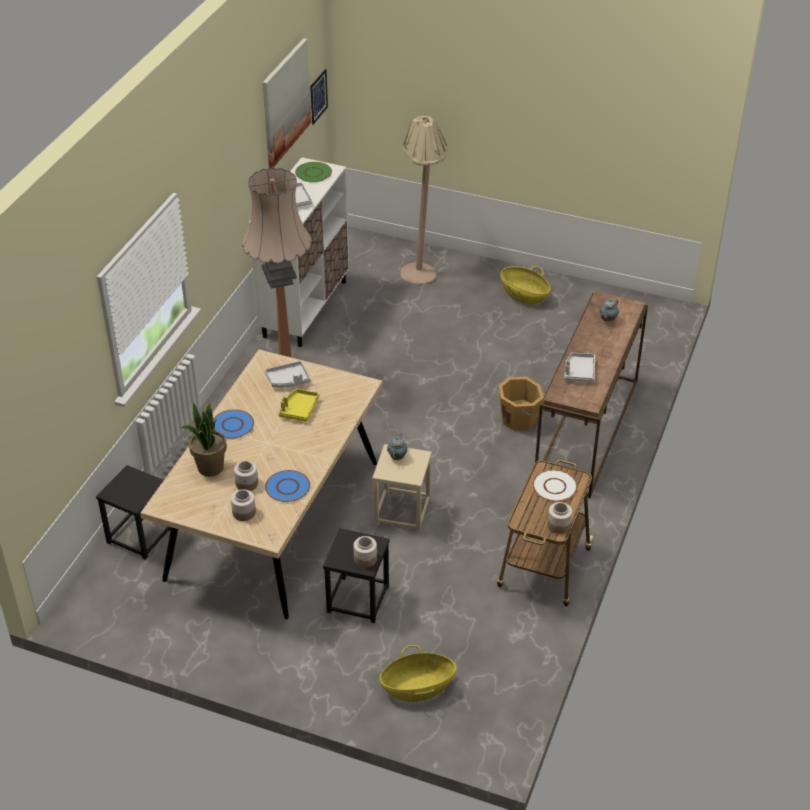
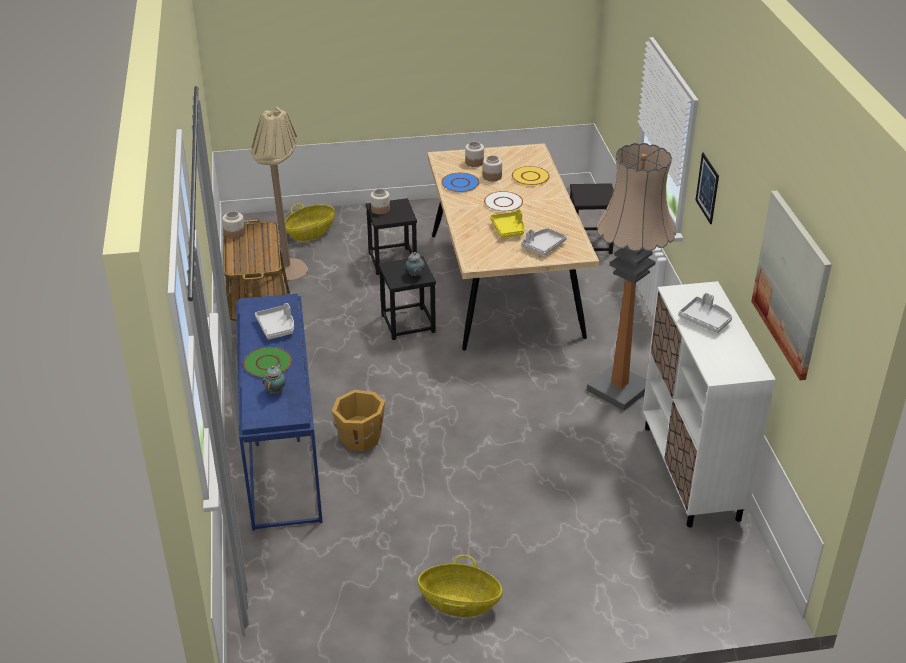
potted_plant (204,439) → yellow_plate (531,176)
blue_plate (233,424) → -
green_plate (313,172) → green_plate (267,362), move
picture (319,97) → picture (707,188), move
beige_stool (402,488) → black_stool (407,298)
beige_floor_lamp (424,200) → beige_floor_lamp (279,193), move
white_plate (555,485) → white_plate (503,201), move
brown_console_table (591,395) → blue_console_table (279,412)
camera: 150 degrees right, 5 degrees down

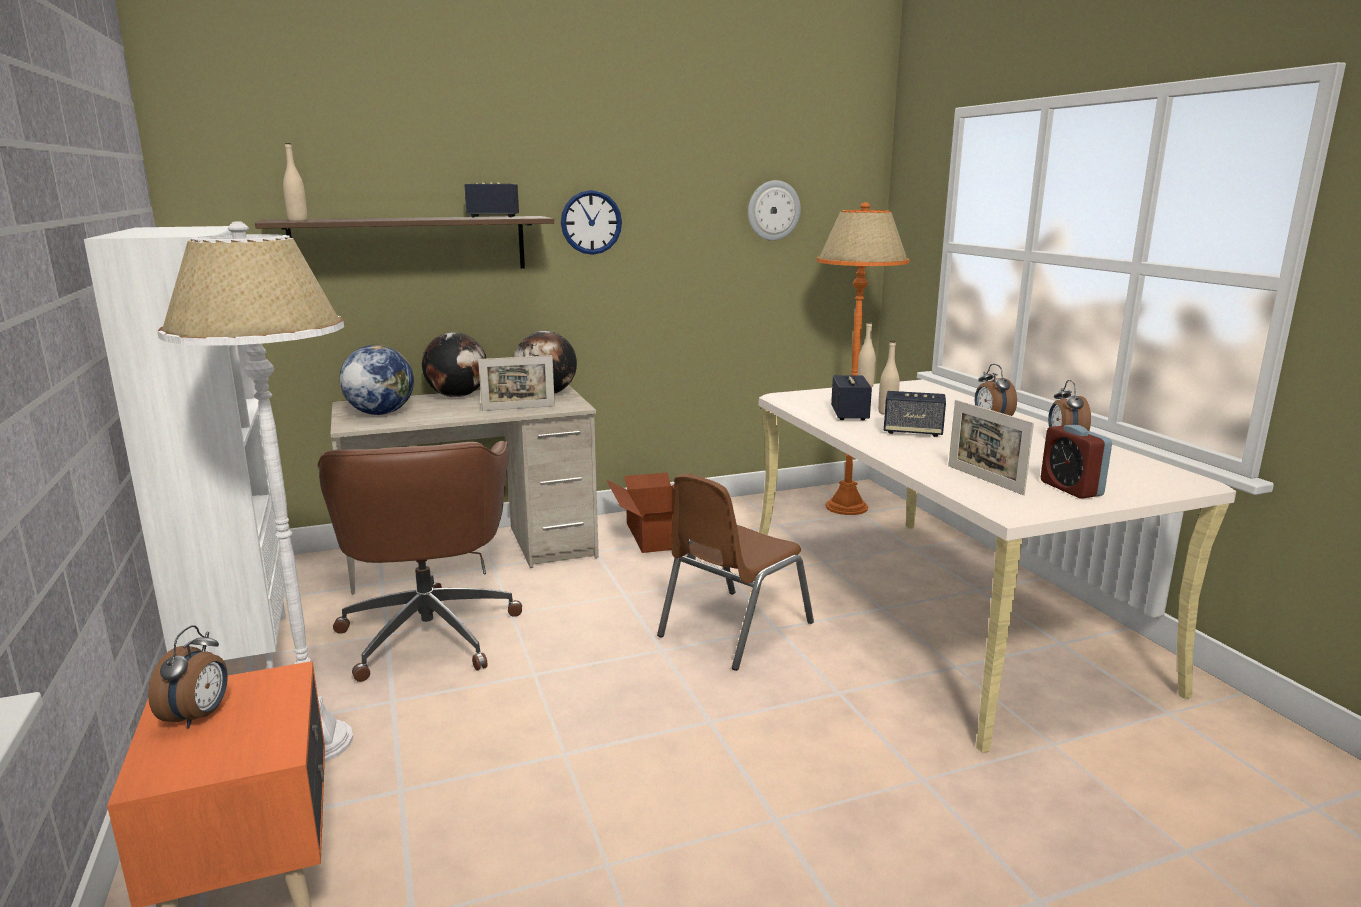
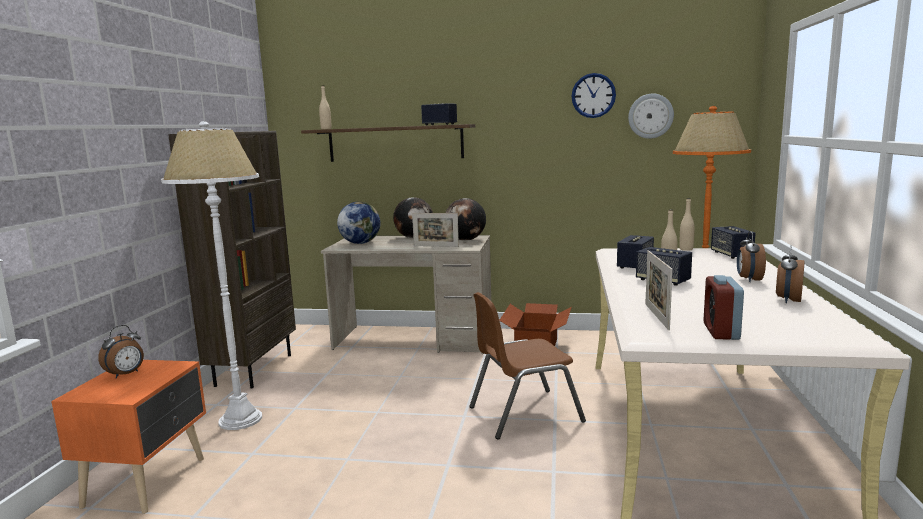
white_bookcase (185,447) → brown_bookcase (232,260)
brown_office_chair (420,561) → -
wall_clock (591,222) → wall_clock (593,95), move
- → speaker (733,242)
camera: 30 degrees right, 5 degrees down

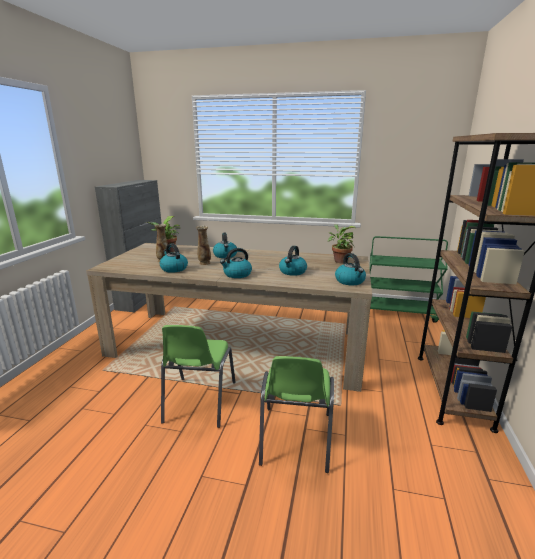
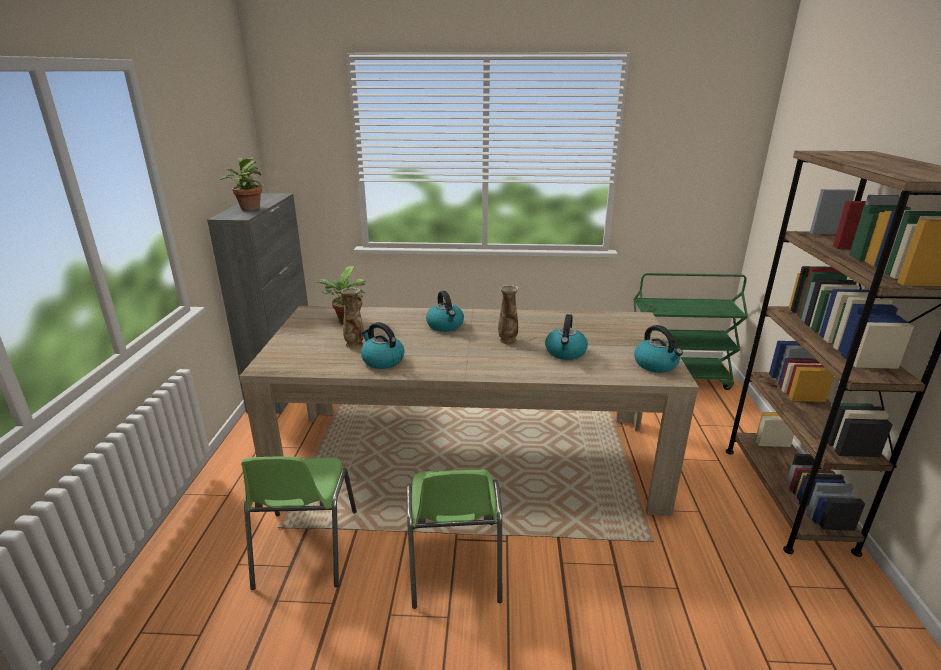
vase (203,245) → vase (508,314), move
kettle (236,263) → -
green_chair (296,414) → green_chair (299,523), move
potted_plant (342,243) → potted_plant (240,184), move
camera: 10 degrees left, 5 degrees up

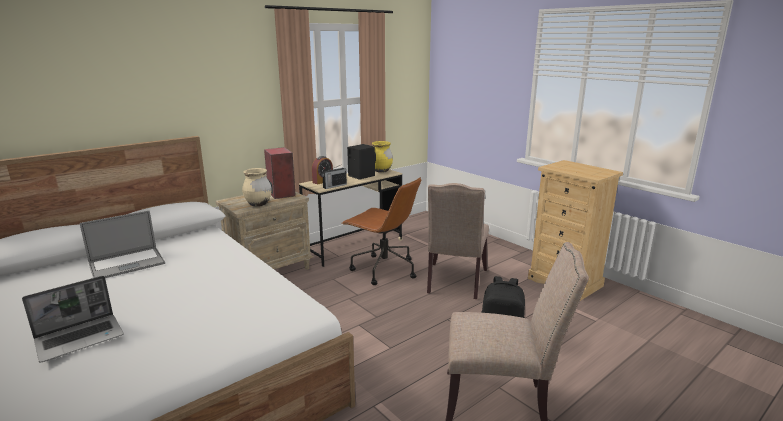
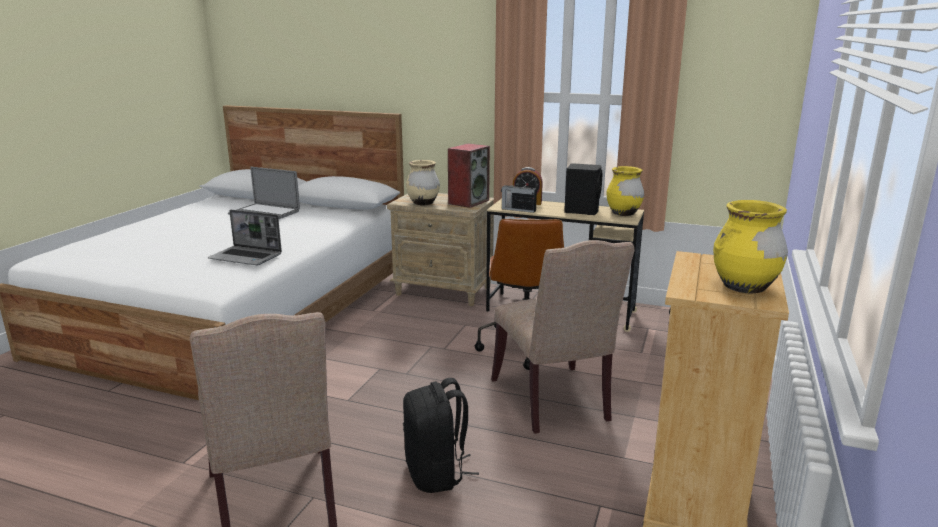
laptop (73,319) → laptop (245,237), move
beige_chair (458,241) → beige_chair (563,337), 90 degrees counterclockwise
- → yellow_vase (750,246)
camera: 60 degrees right, 0 degrees up

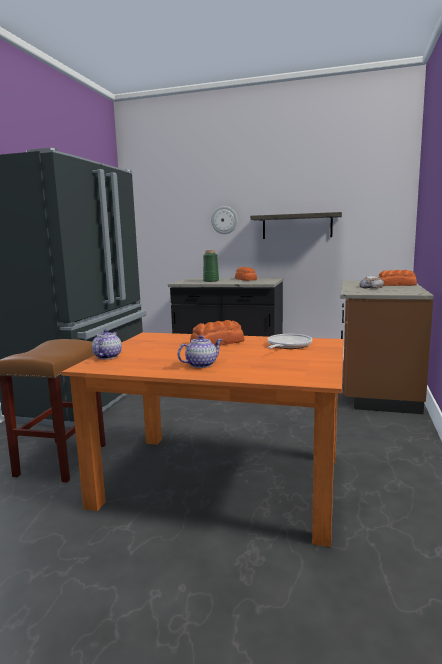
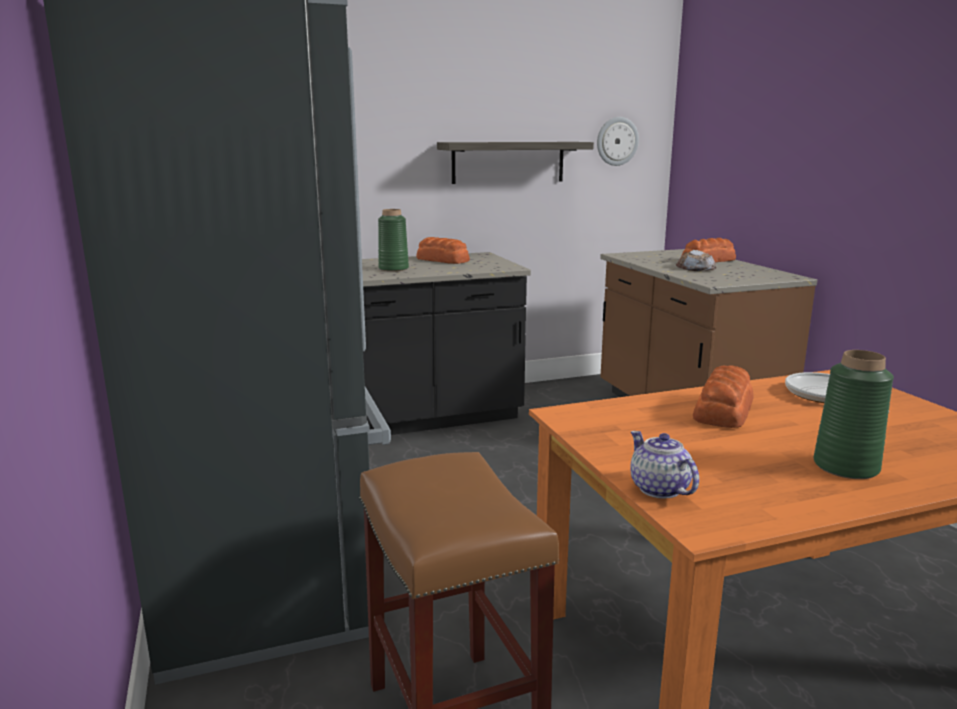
teapot (199,351) → green_vase (853,414)
wall_clock (224,220) → wall_clock (618,141), move
camera: 35 degrees left, 5 degrees up

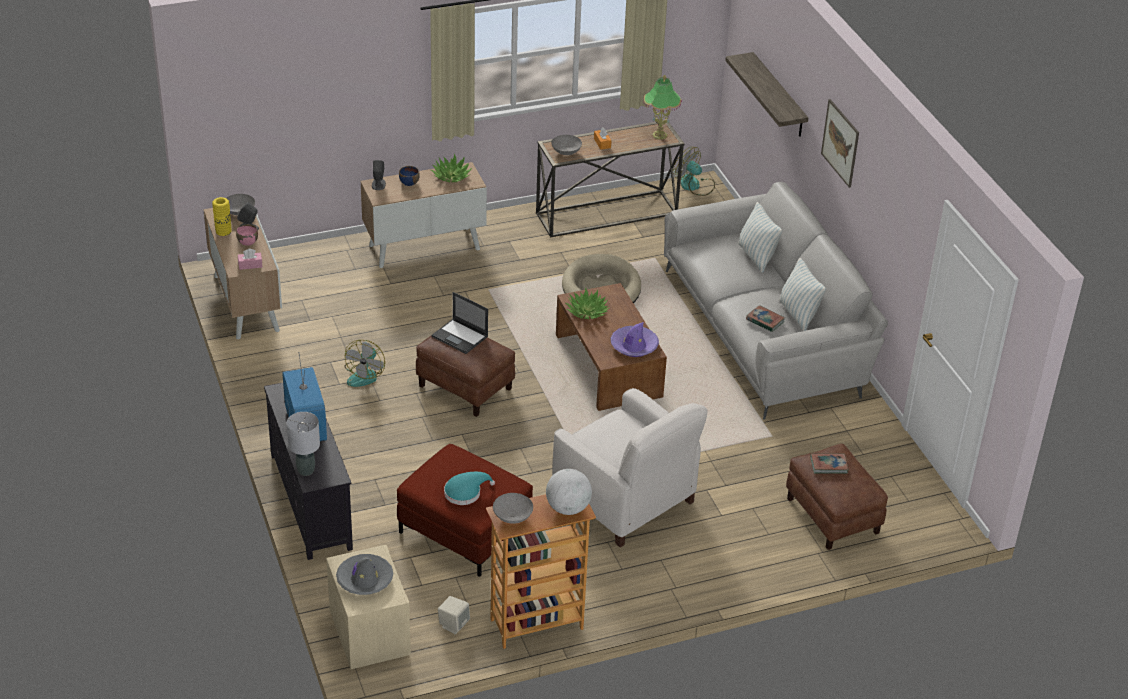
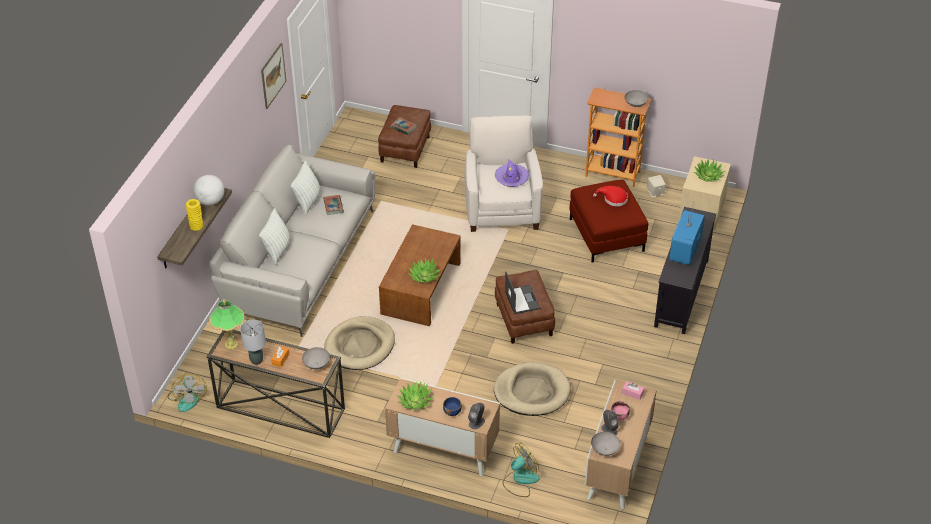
yellow_vase (222,216) → yellow_vase (194,214), move
grey_table_lamp (303,444) → grey_table_lamp (253,342), move
grey_hat (364,574) → potted_plant (709,170)
fan (364,363) → fan (521,470), move
turquoise_hat (469,488) → red_hat (610,196)
globe (569,492) → globe (209,190), move
purple_hat (635,339) → purple_hat (512,173), move
picture (840,143) → picture (273,76), move
- → beige_dog_bed (532,389)
camera: 140 degrees left, 5 degrees up

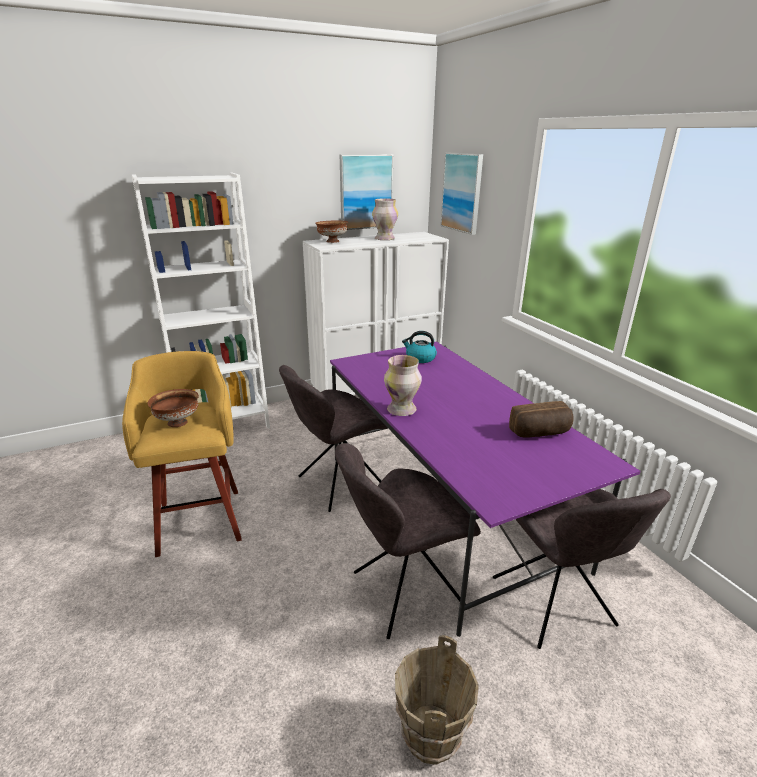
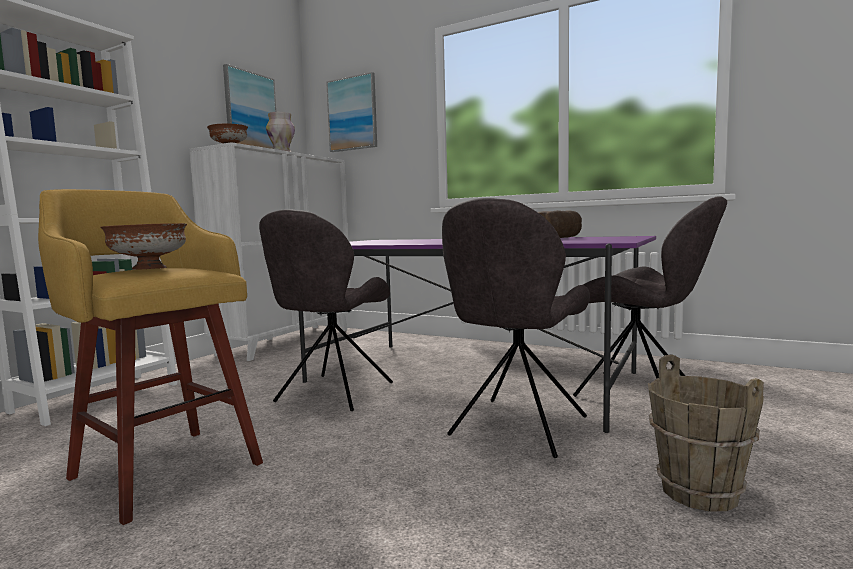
vase (403,385) → -
kettle (419,347) → -
camera: 35 degrees left, 20 degrees down

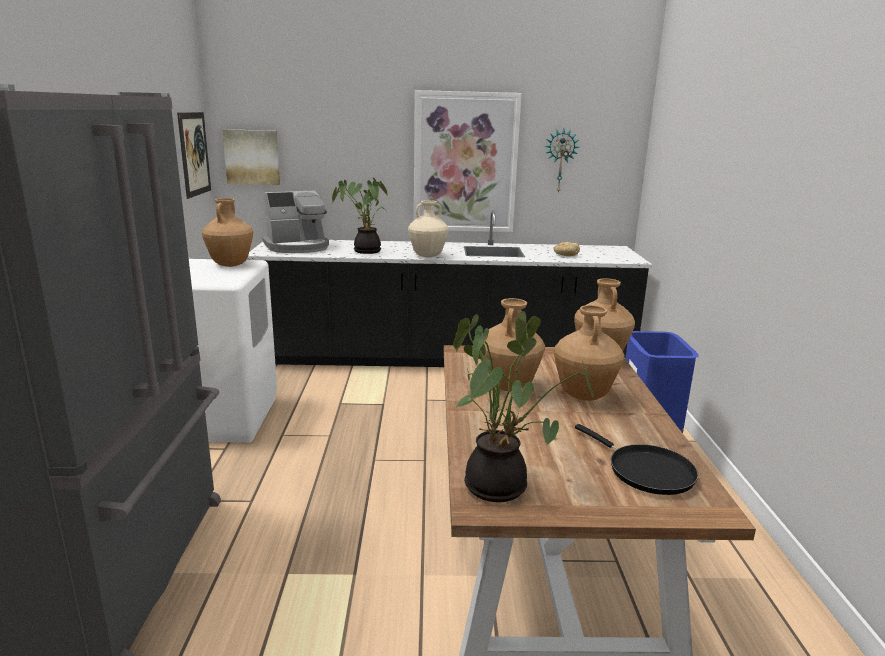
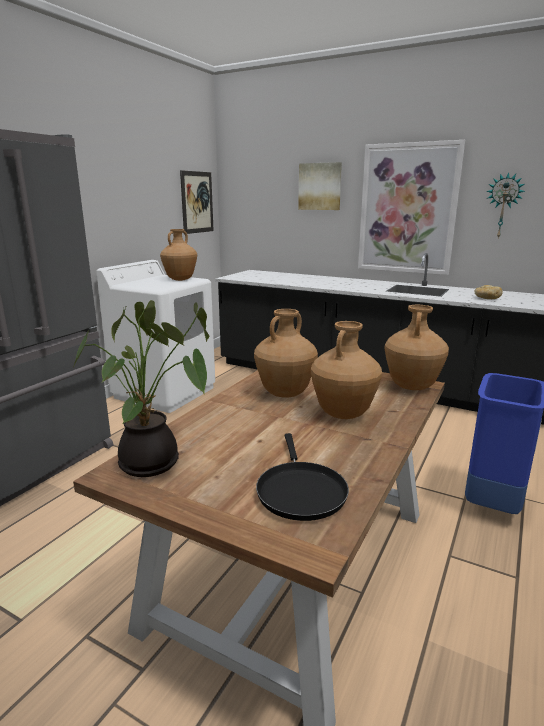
picture (251,157) → picture (320,186), move
coffee_machine (295,222) → -
potted_plant (360,215) → -
beige_vase (428,228) → -
camera: 30 degrees right, 0 degrees up

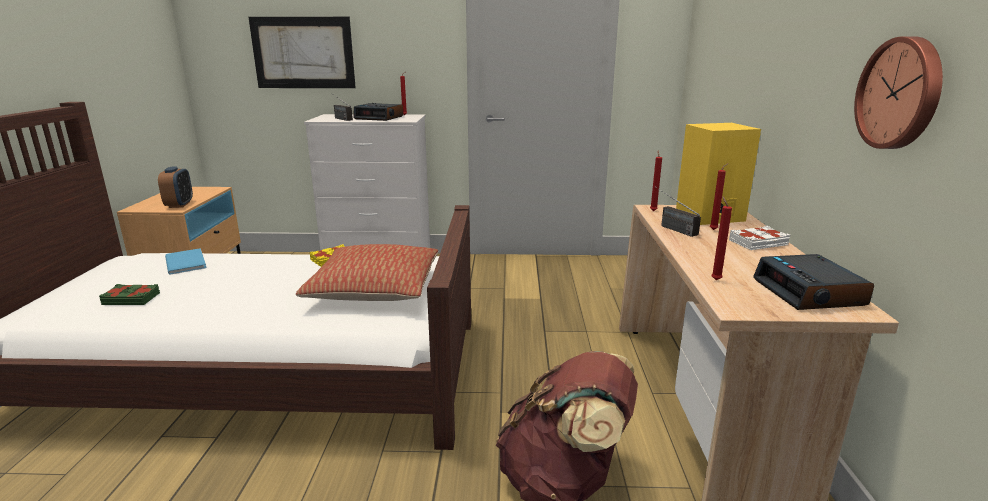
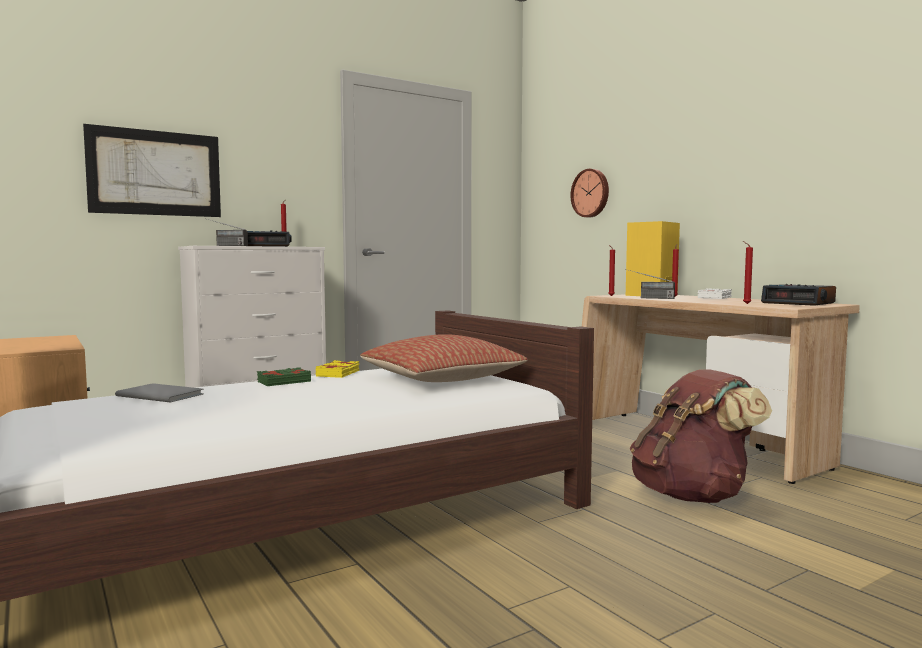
green_book (129,294) → green_book (284,376), move
alarm_clock (175,187) → -
blue_book (186,261) → grey_book (159,393)
wall_clock (898,92) → wall_clock (589,193), move
camera: 35 degrees left, 15 degrees down

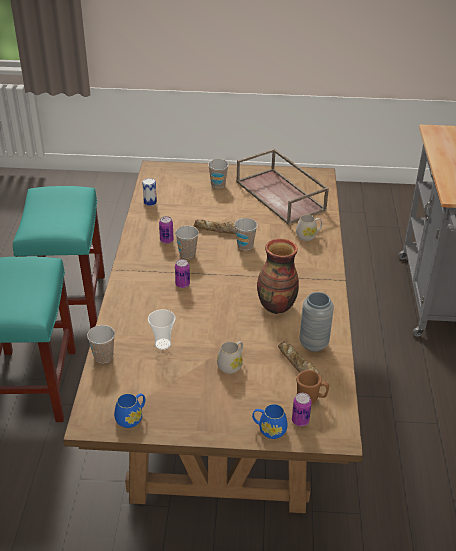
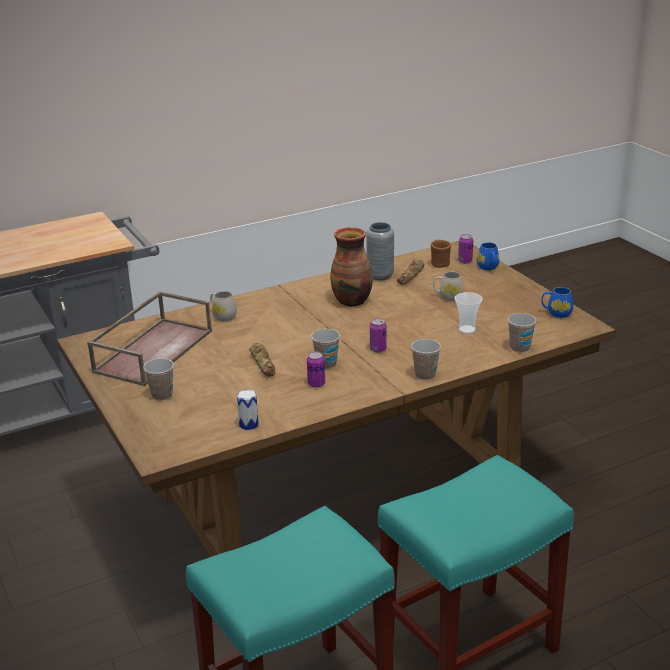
cup (246,234) → cup (426,359), move
camera: 120 degrees left, 10 degrees down

